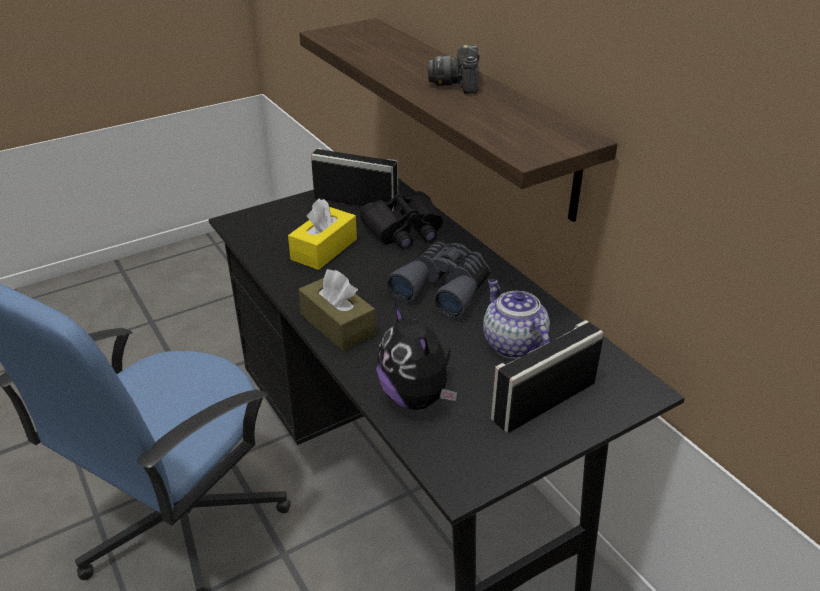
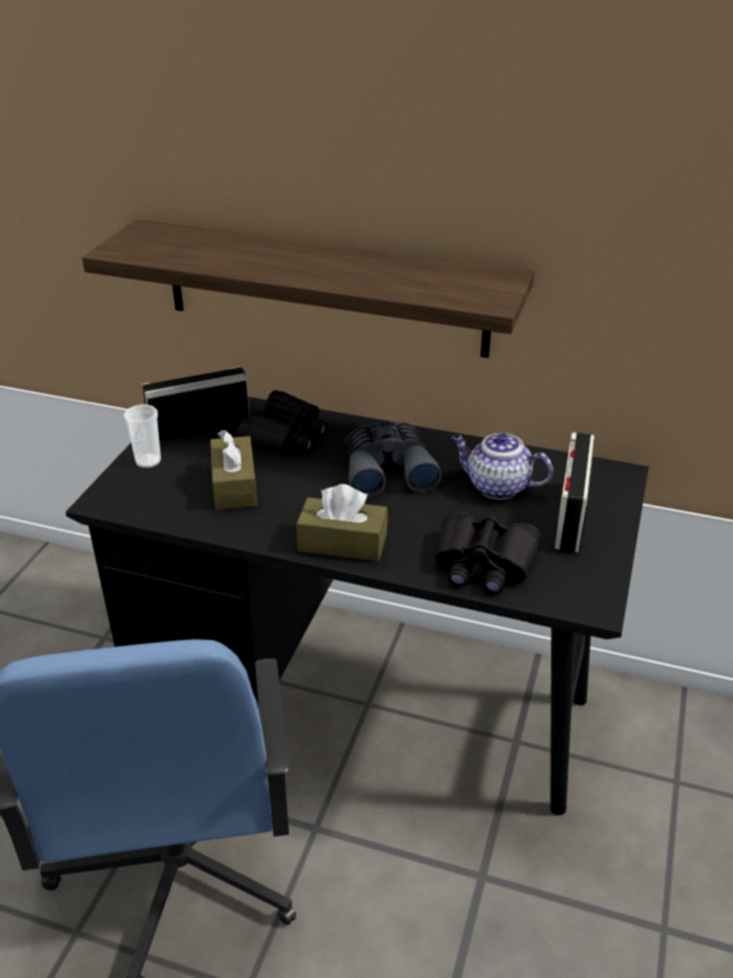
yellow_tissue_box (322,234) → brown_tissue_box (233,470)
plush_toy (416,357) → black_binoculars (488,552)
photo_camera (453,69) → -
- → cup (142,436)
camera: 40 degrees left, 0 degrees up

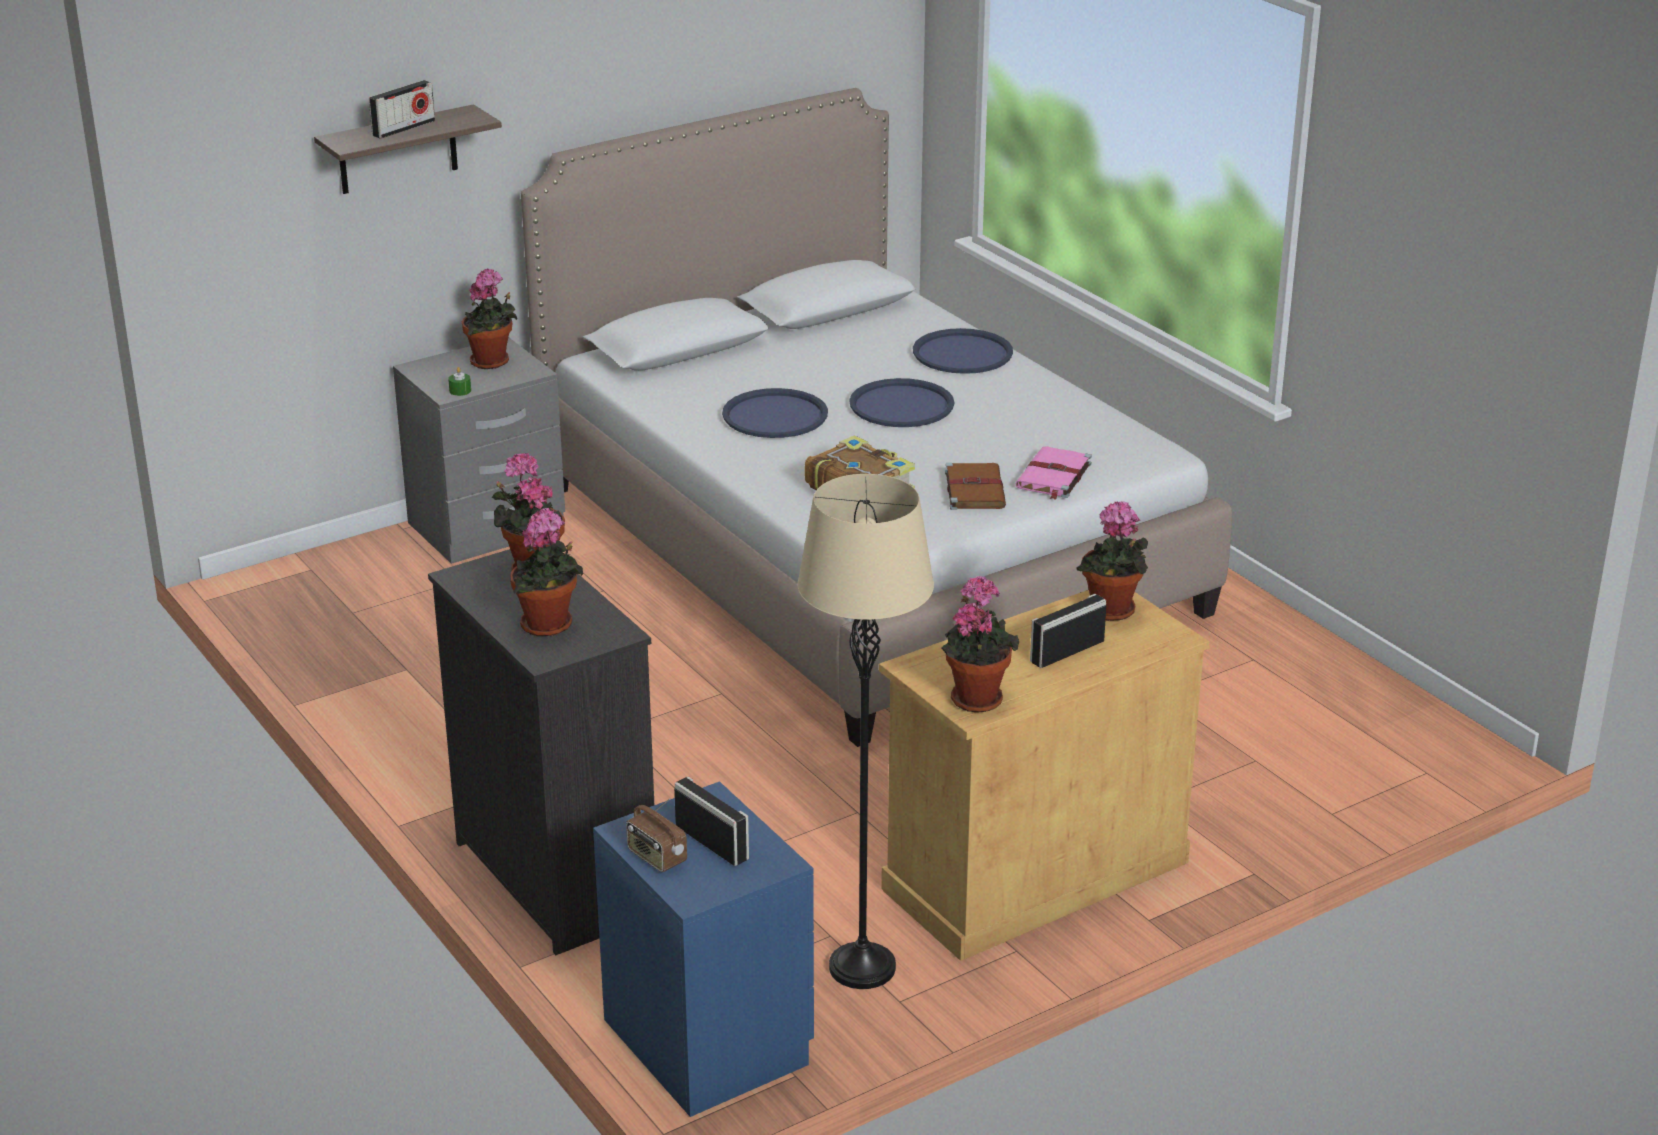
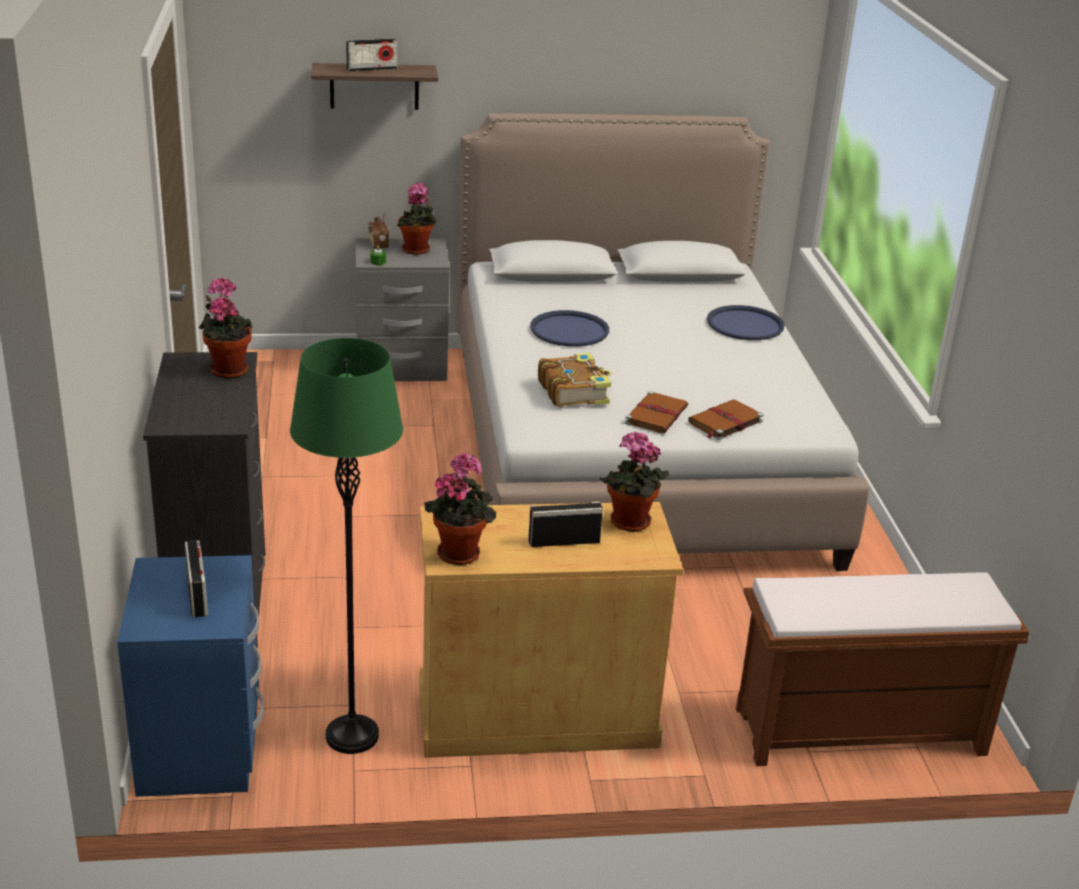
potted_plant (546,572) → -
radio (656,835) → radio (378,230), move
beige_floor_lamp (865,731) → green_floor_lamp (346,546)
blue_tray (901,402) → -
pink_book (1053,473) → brown_book (726,420)
- → brown_bench (882,669)
camera: 25 degrees right, 0 degrees up

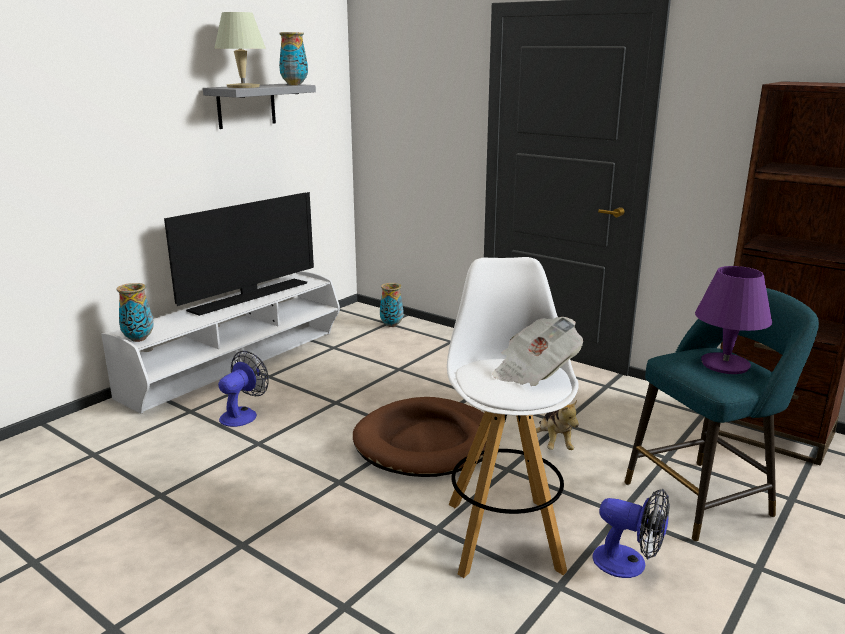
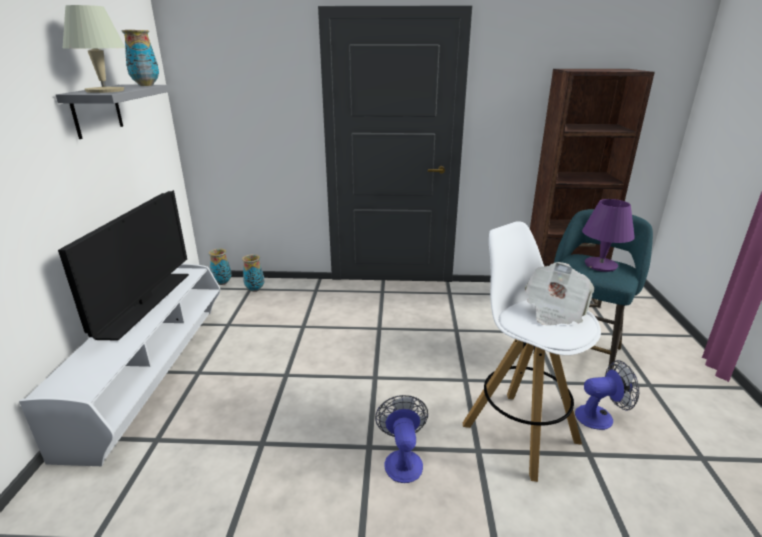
vase (135,312) → vase (220,267), move
fan (243,389) → fan (401,439), move
brown_dog_bed (420,437) → -
plush_toy (557,425) → -
camera: 35 degrees left, 5 degrees up

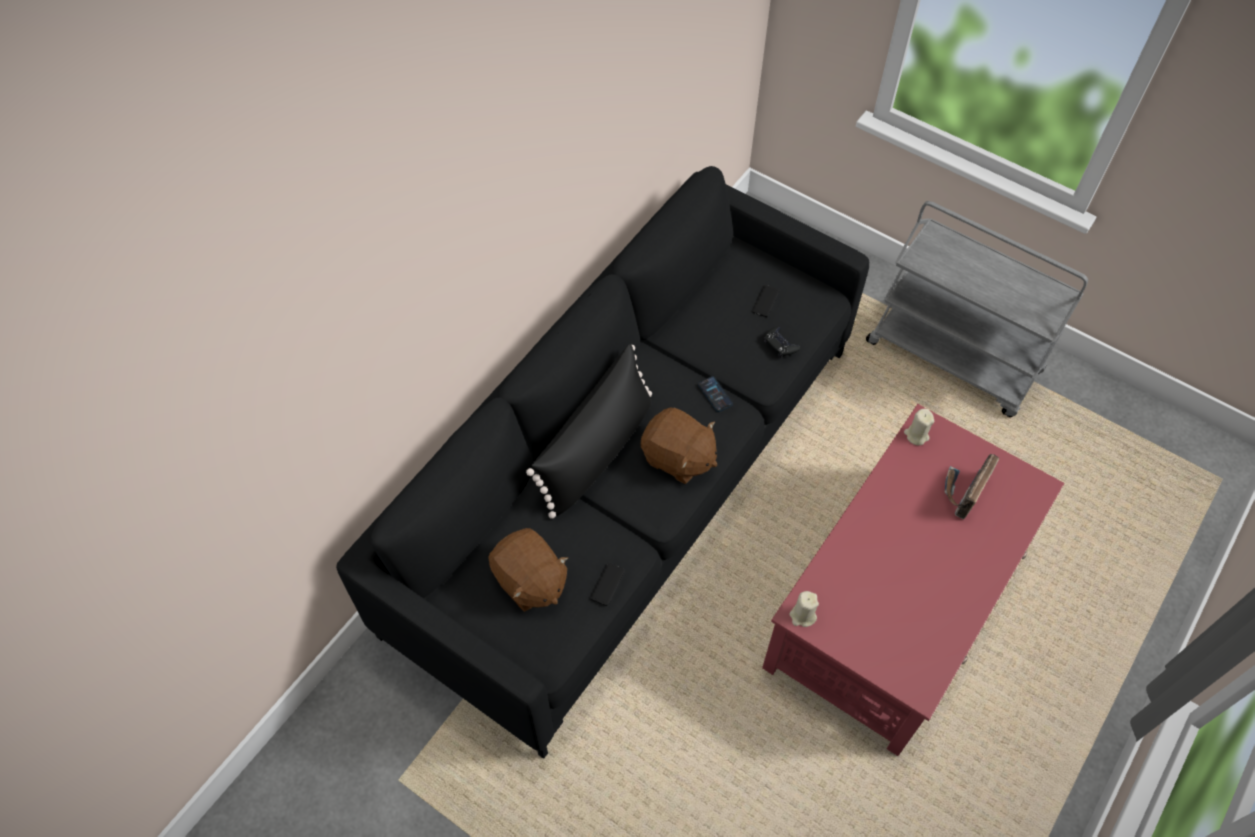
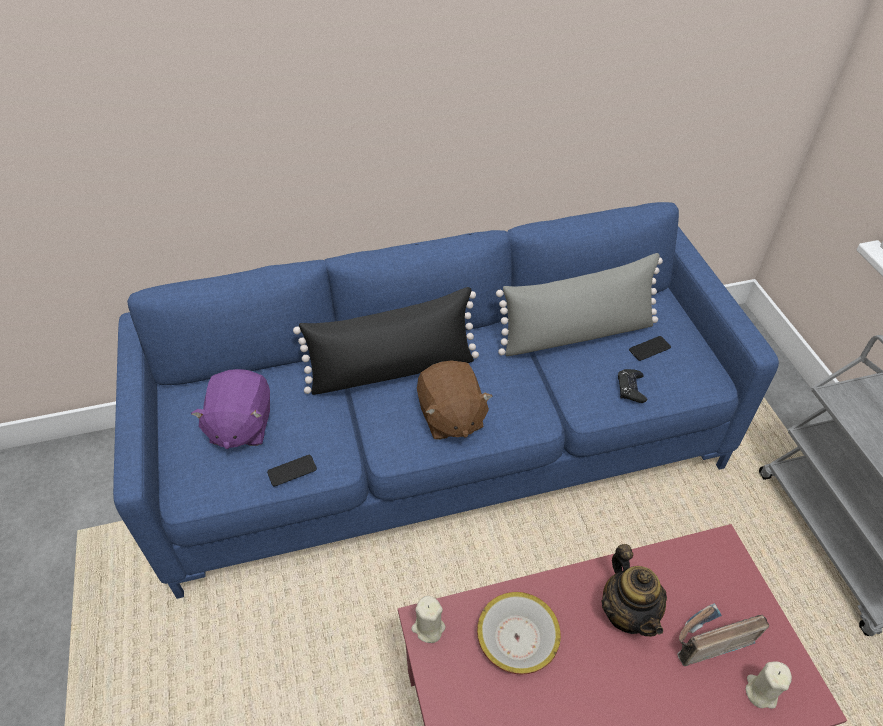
black_sofa (602,462) → blue_sofa (446,400)
brown_plush_toy (528,570) → purple_plush_toy (230,409)
phone (715,394) → -
beige_candle (919,427) → beige_candle (768,685), move
- → bowl (519,633)
- → grey_pillow (579,304)
- → teapot (634,590)
camera: 40 degrees right, 10 degrees down

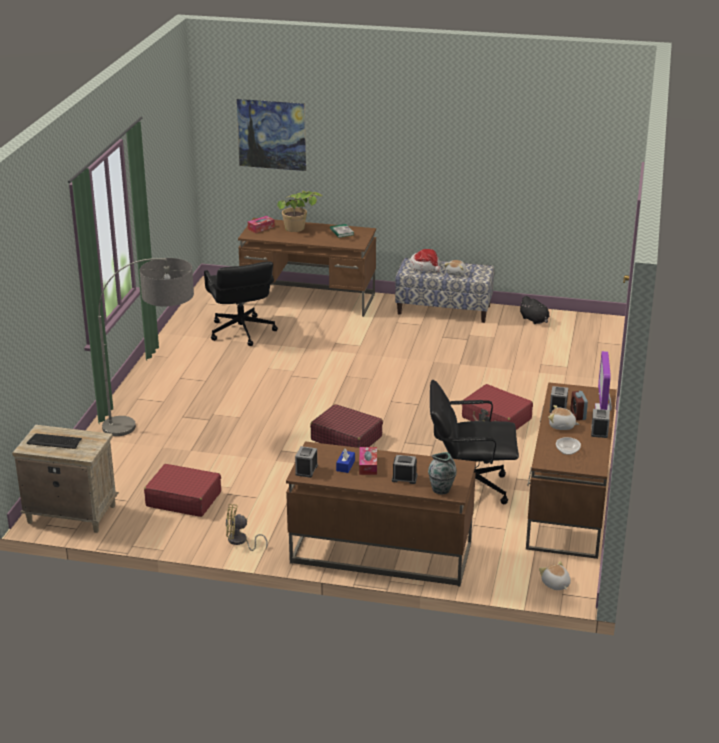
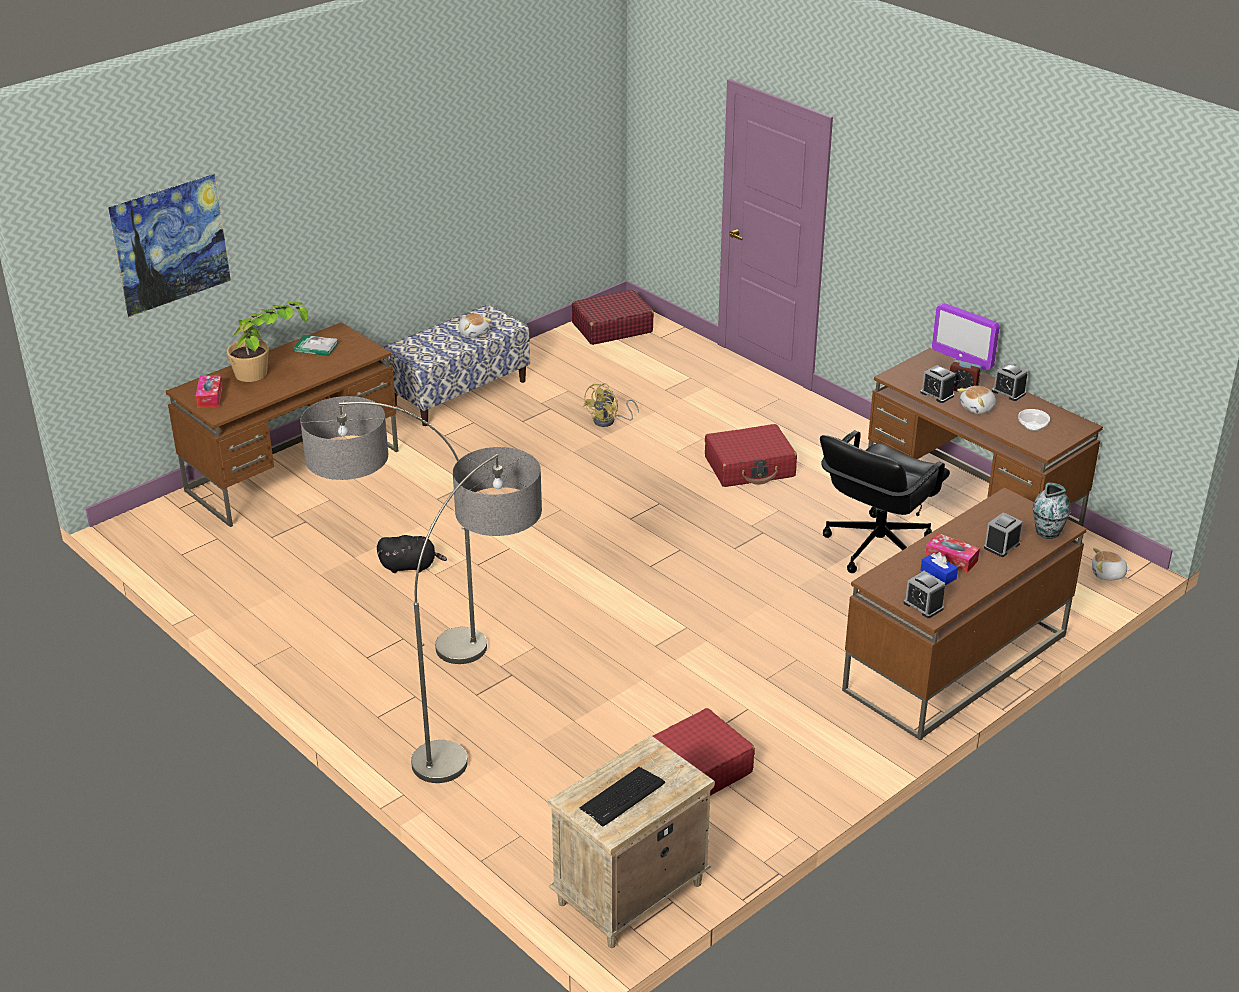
black_office_chair (241,304) → -
yellow_fan (247,527) → yellow_fan (611,405), move
red_suitcase (346,426) → red_suitcase (613,317), move
hat (425,260) → -
black_plush_toy (534,310) → black_plush_toy (412,554), move
- → floor_lamp (393,530)
camera: 55 degrees left, 5 degrees up

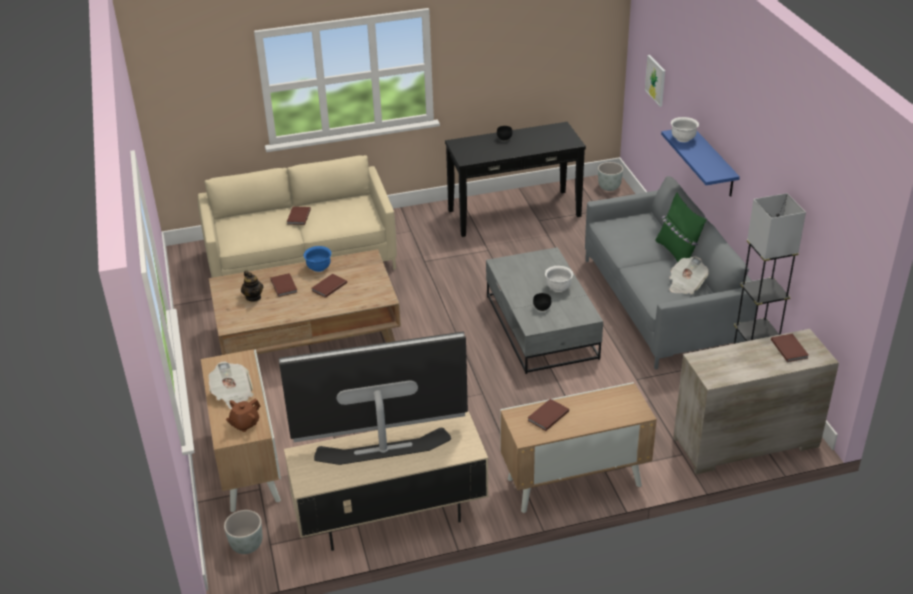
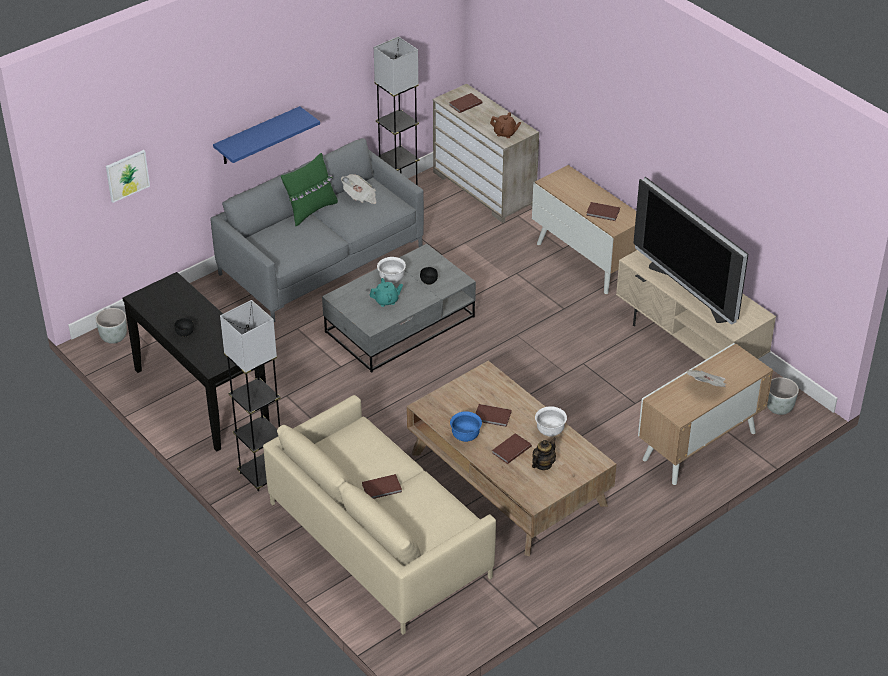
brown_teapot (242,415) → brown_teapot (505,125), move
white_bowl (685,129) → white_bowl (551,421), move
- → grey_floor_lamp (250,395)
- → turquoise_teapot (386,292)
camera: 115 degrees left, 5 degrees up

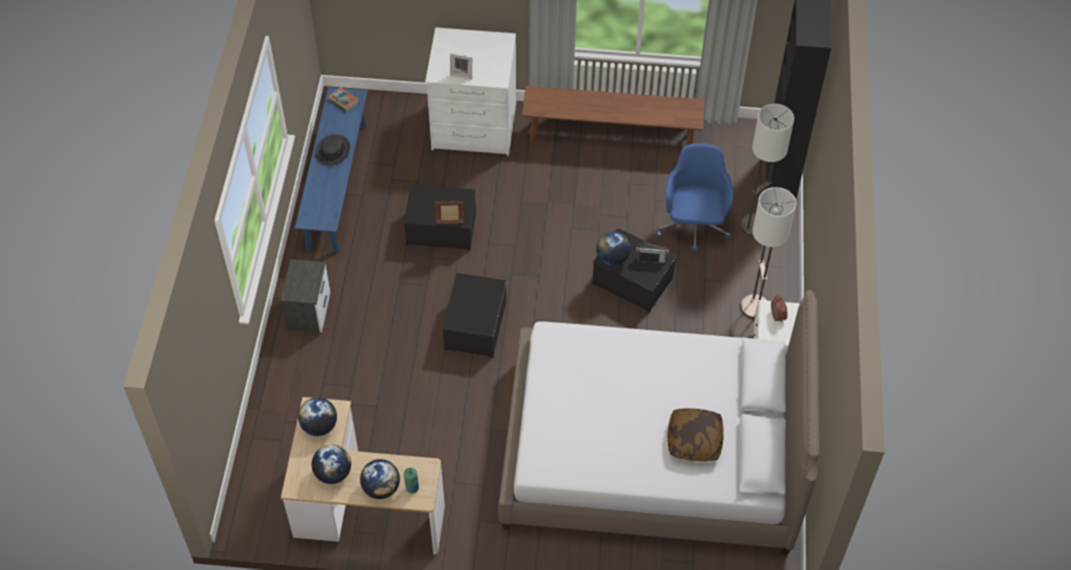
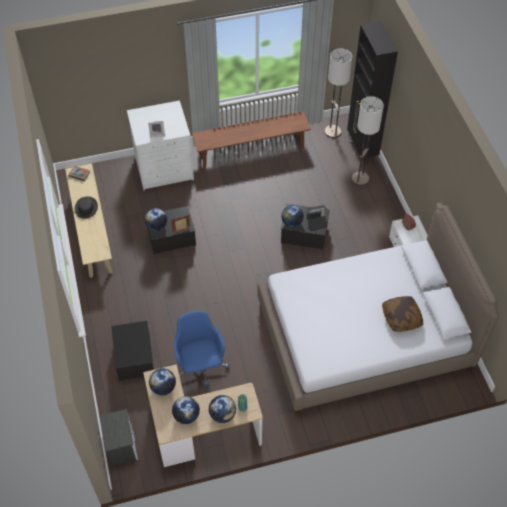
nightstand (305,296) → nightstand (119,437), move
blue_bench (331,170) → beige_bench (89,221)
storage_box (474,315) → storage_box (132,351), move
blue_office_chair (694,197) → blue_office_chair (201,349), move
floor_lamp (768,253) → floor_lamp (338,93), move
- → globe (156,219)
camera: 20 degrees left, 0 degrees up

